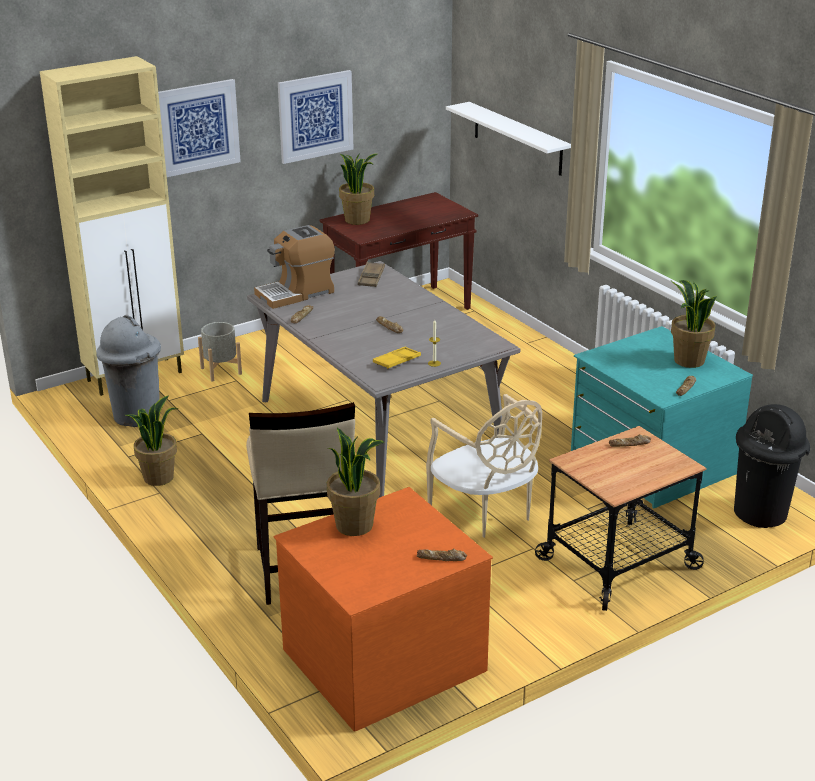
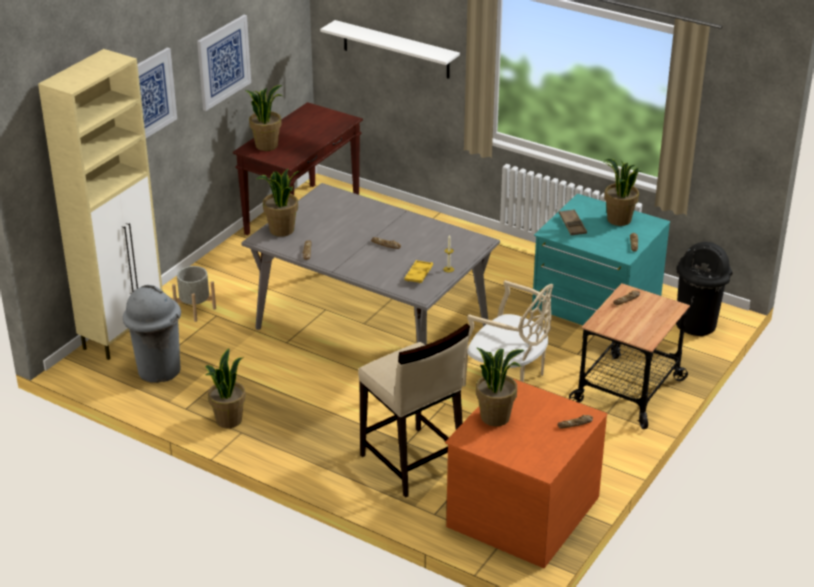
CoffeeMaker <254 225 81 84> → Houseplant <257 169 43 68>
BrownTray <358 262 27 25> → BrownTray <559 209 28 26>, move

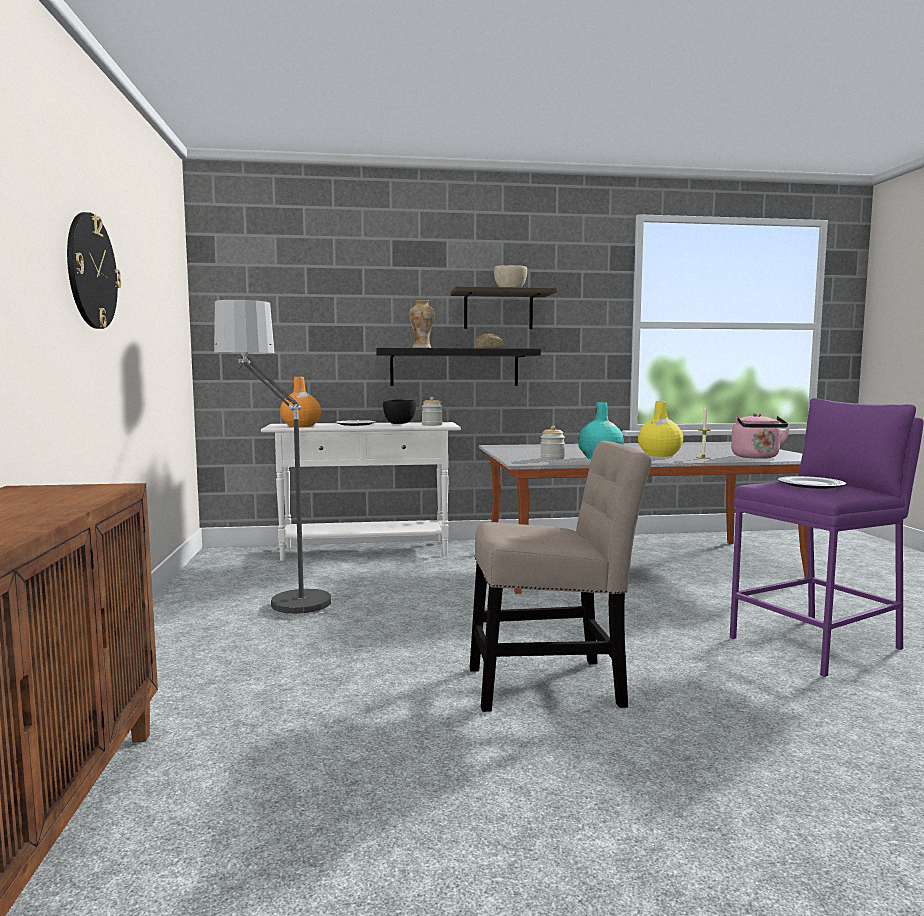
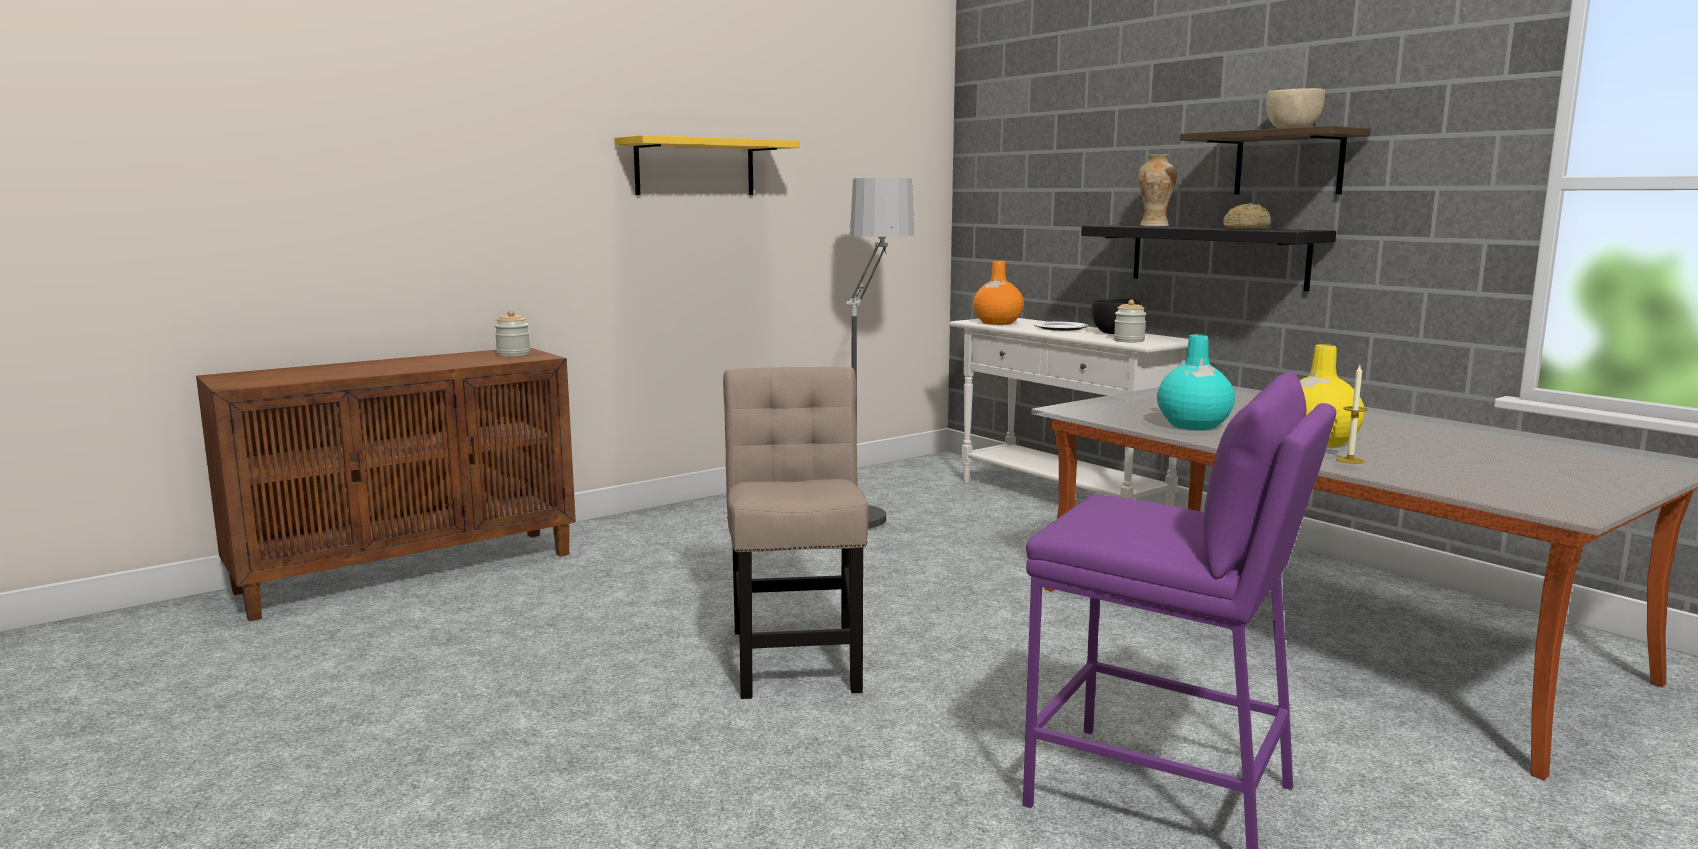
Jar <540 426 25 34> → Jar <495 310 35 47>, move
ClockOnTheWall <67 212 54 117> → YellowWallShelf <614 135 186 60>
BeigeChair <470 441 181 271> → BeigeChair <723 367 145 332>, 150 degrees counterclockwise
PinkishWaterKettle <731 413 59 46> → -
Plate <778 476 68 13> → -

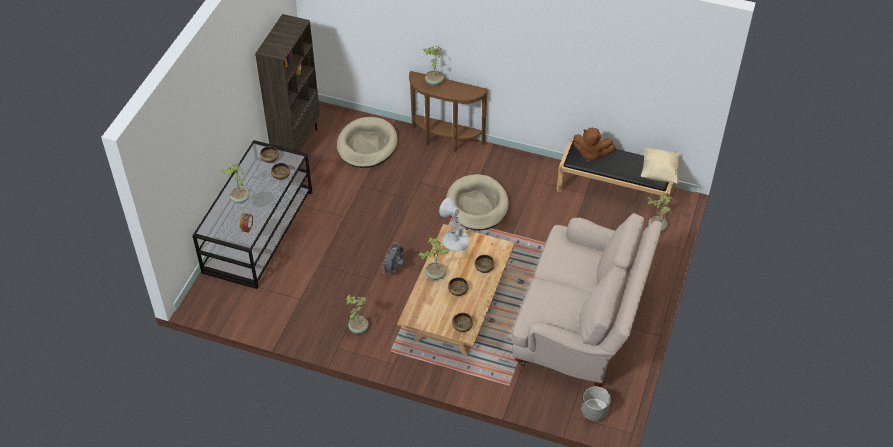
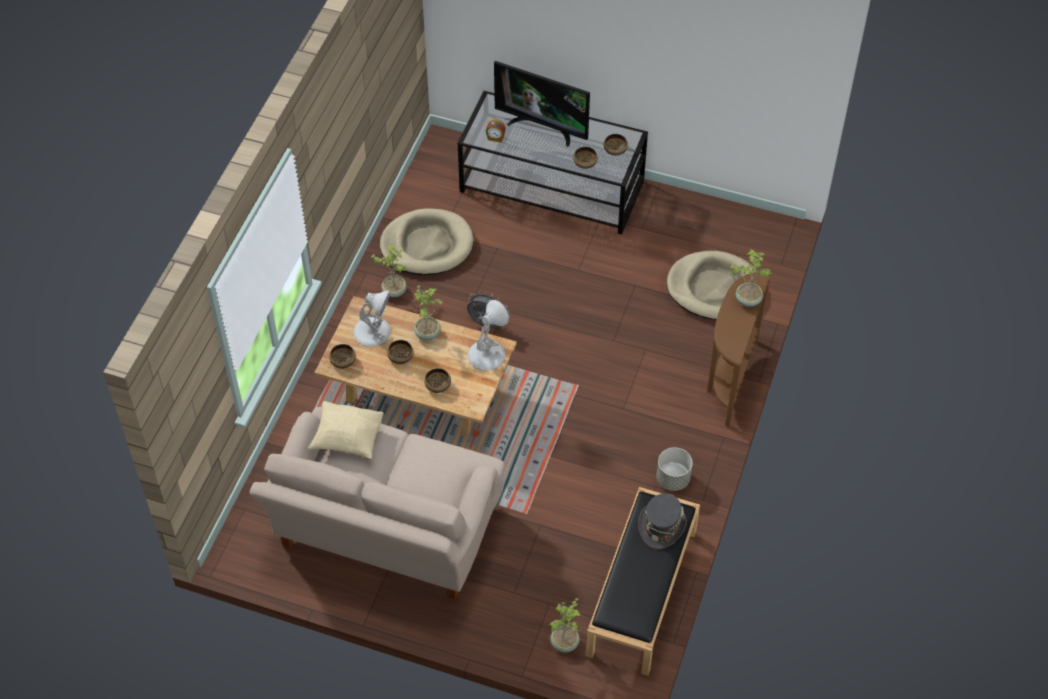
BeigeCushion <641 148 40 36> → BeigeCushion <308 401 76 58>, move
- → WhiteColouredTabletopLamp <353 291 38 56>
BeigeDogCushion <446 174 63 56> → BeigeDogCushion <380 208 94 67>, move
Houseplant <221 163 29 40> → Tv <494 61 96 85>
BrownSoftToy <573 128 43 34> → GreyishClothingHat <638 493 49 56>
GreyishPlantPot <582 387 29 34> → GreyishPlantPot <656 447 37 44>, move
BrownShelvingUnit <255 14 65 137> → -

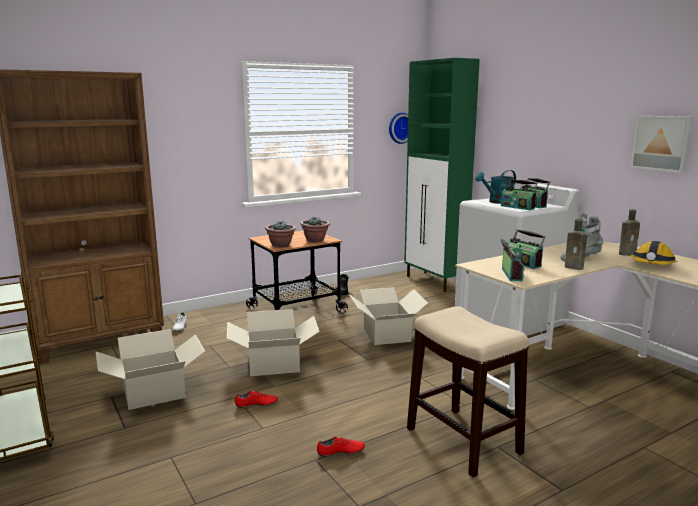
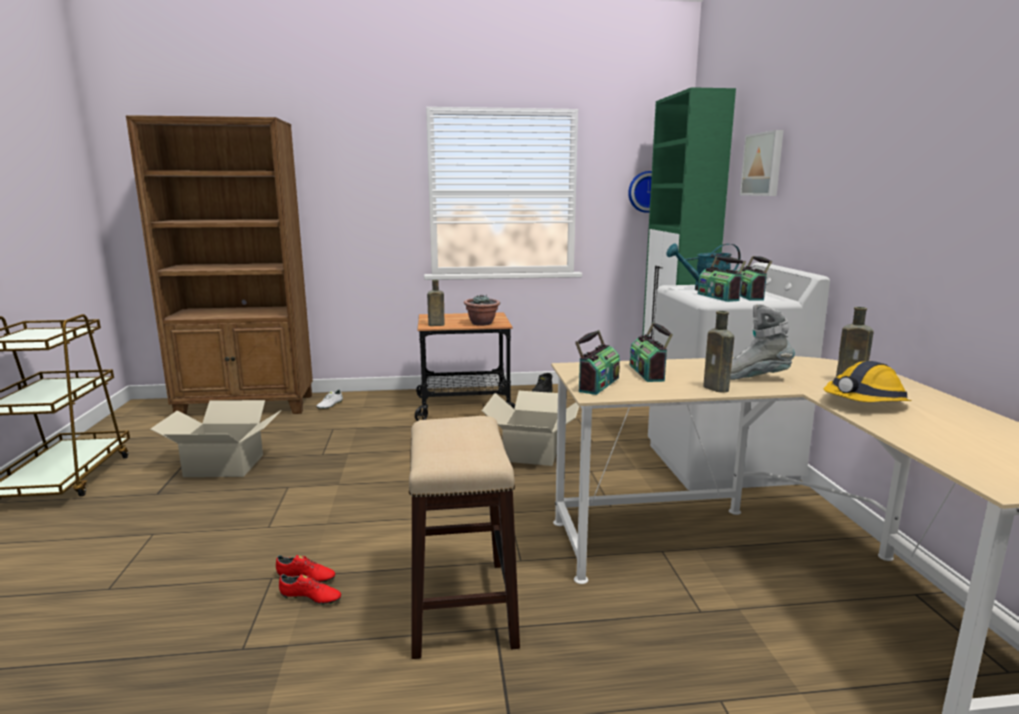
RedColouredItemOfFootwear <235 391 43 18> → RedColouredItemOfFootwear <279 574 62 32>, move
Houseplant <265 221 31 27> → BrownBeverageBottle <427 280 17 46>
Picture <630 116 63 57> → Picture <740 130 44 66>, move
Carton <227 309 93 67> → -

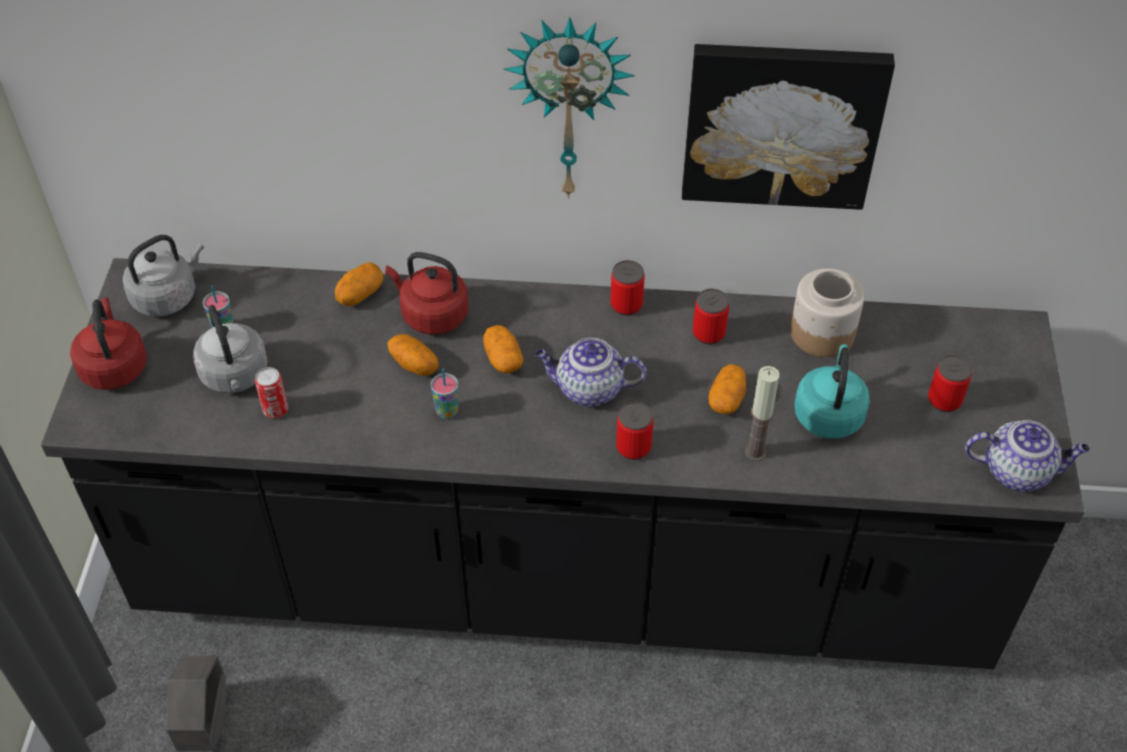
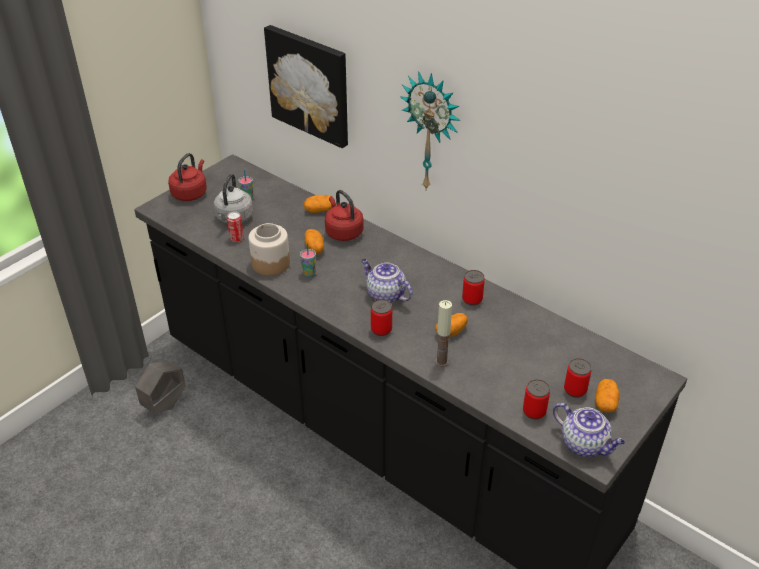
Jar <790 268 74 89> → Jar <249 223 41 53>, move
Picture <682 44 213 166> → Picture <264 25 84 123>, move
Can <610 260 35 56> → Can <523 379 27 41>, move
Spud <483 325 40 48> → Spud <595 379 25 33>, move
GreyishWaterKettle <123 235 81 82> → -
BlueGreenWaterKettle <794 344 76 95> → -

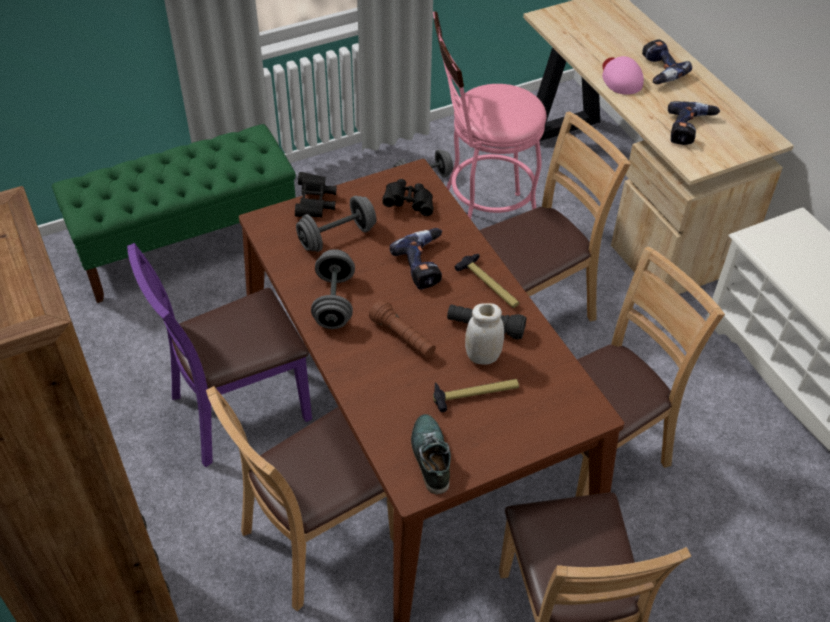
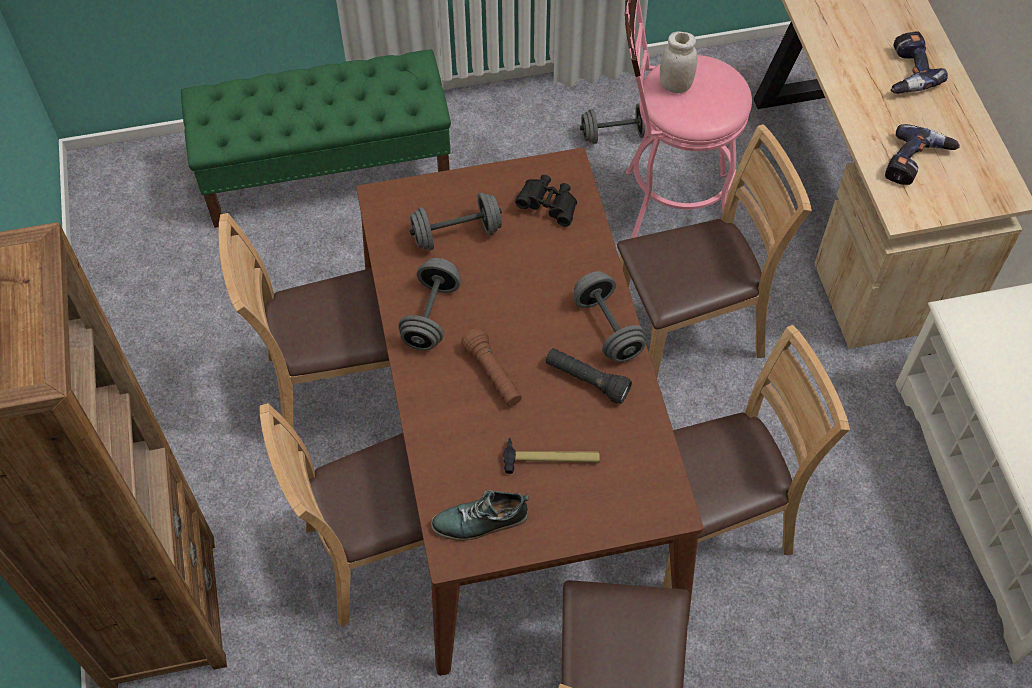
PurpleColouredChair <127 243 185 224> → BrownChair <219 213 171 216>
ItemOfFootwear <411 414 40 80> → ItemOfFootwear <431 490 98 51>, 105 degrees counterclockwise
Hammer <455 254 64 54> → GreyishHandWeight <574 271 72 91>
WhiteColouredJar <465 303 39 62> → WhiteColouredJar <660 31 37 62>, move
BlackishFieldGlasses <295 172 42 46> → -
ElectricDrill <390 228 52 62> → -
PinkishBaseballCap <602 56 42 39> → -

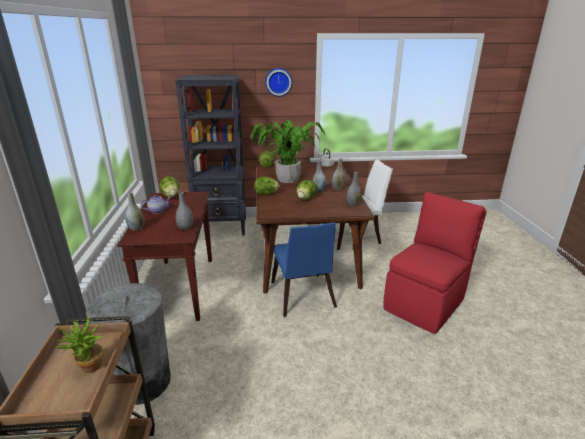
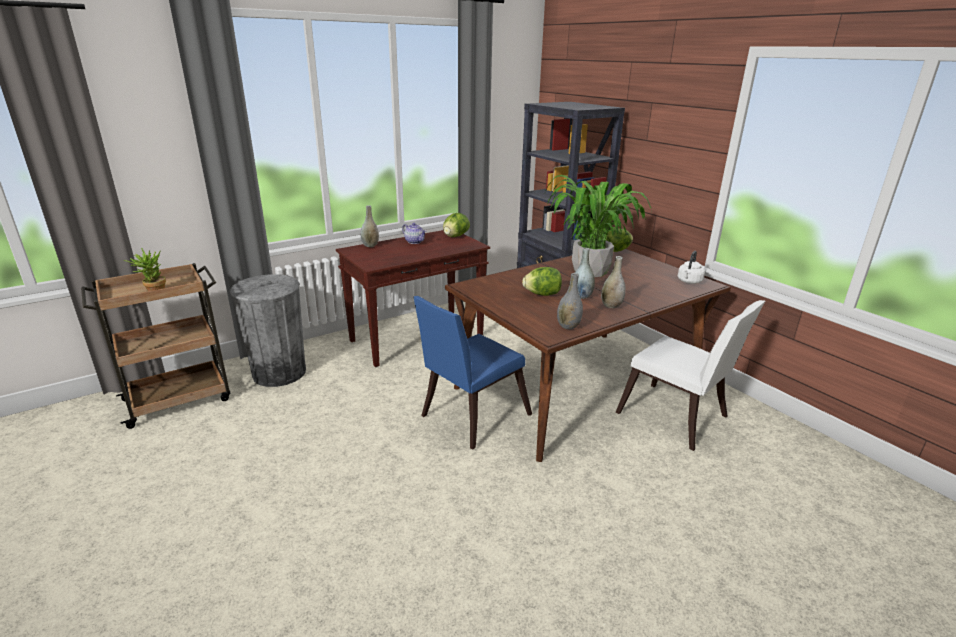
GreyishVase <175 192 18 38> → -
Lettuce <255 177 25 18> → -
ClockOnTheWall <265 68 28 29> → -
RedColouredChair <383 192 104 142> → -

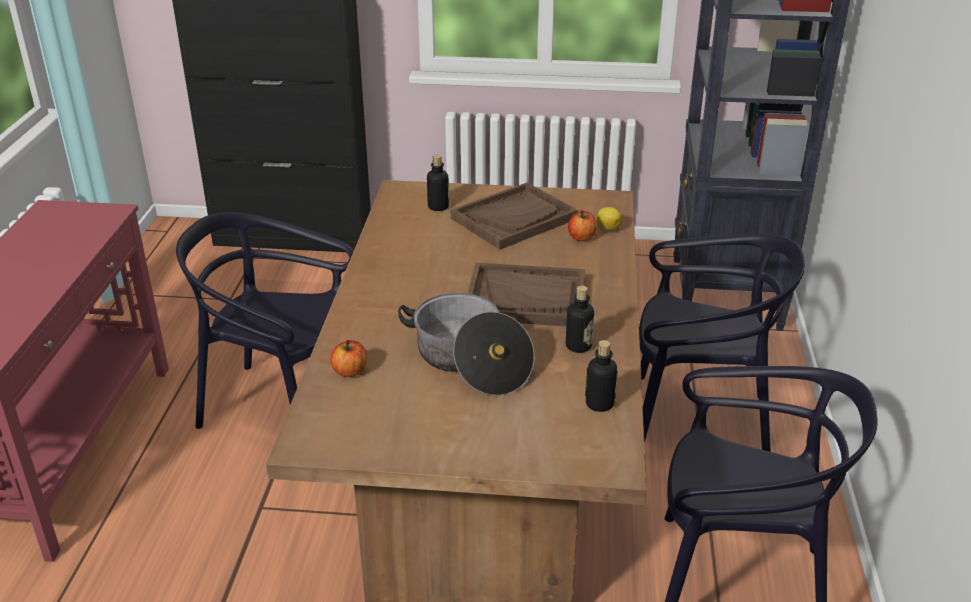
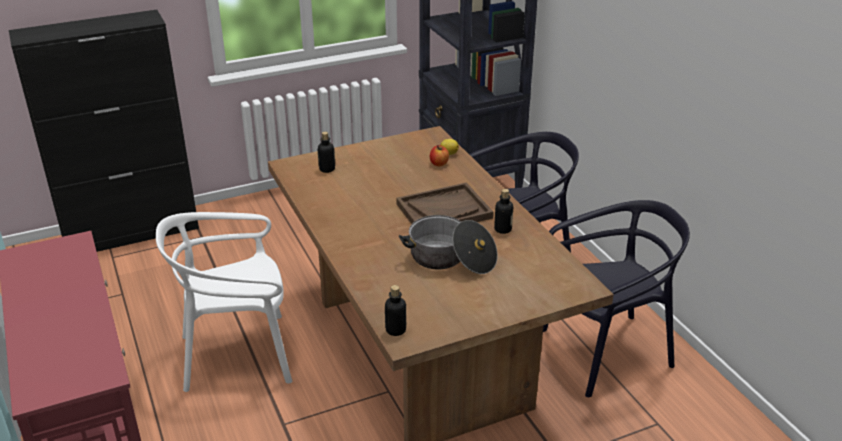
BlackishChair <176 212 178 217> → WhiteColouredChair <156 212 136 180>
BeverageBottle <585 340 33 72> → BeverageBottle <385 285 21 51>, move
WholeApple <331 340 36 37> → -
BrownTray <451 182 127 68> → -

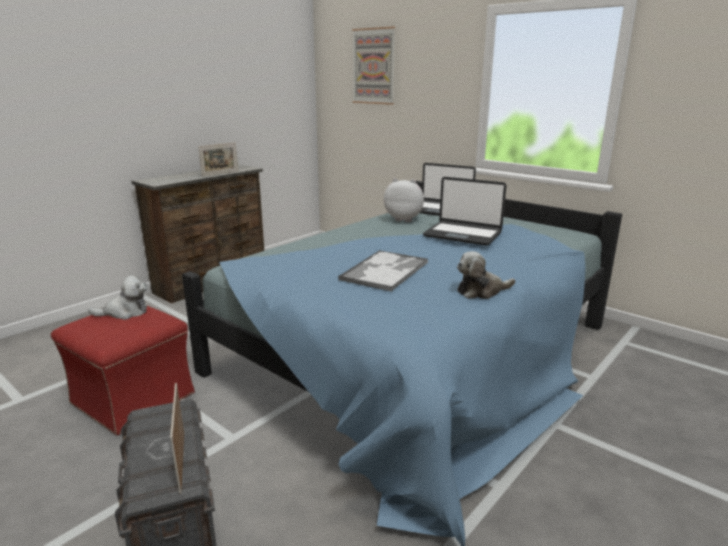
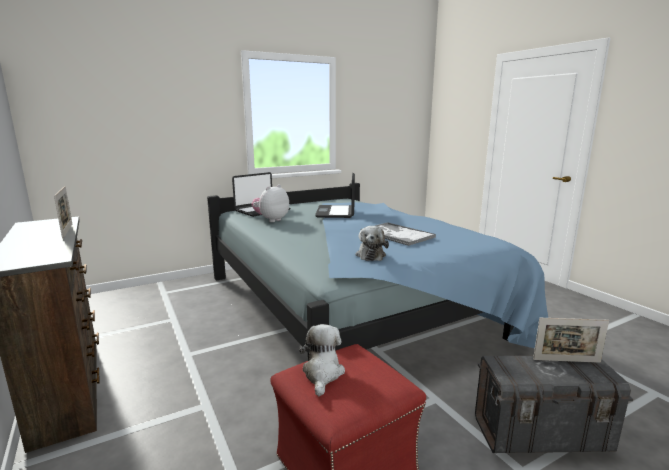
PortableComputer <423 177 83 69> → PortableComputer <315 173 40 45>, 135 degrees clockwise
SoftToy <457 251 58 48> → SoftToy <355 226 34 35>, move
Picture <352 27 43 78> → -

